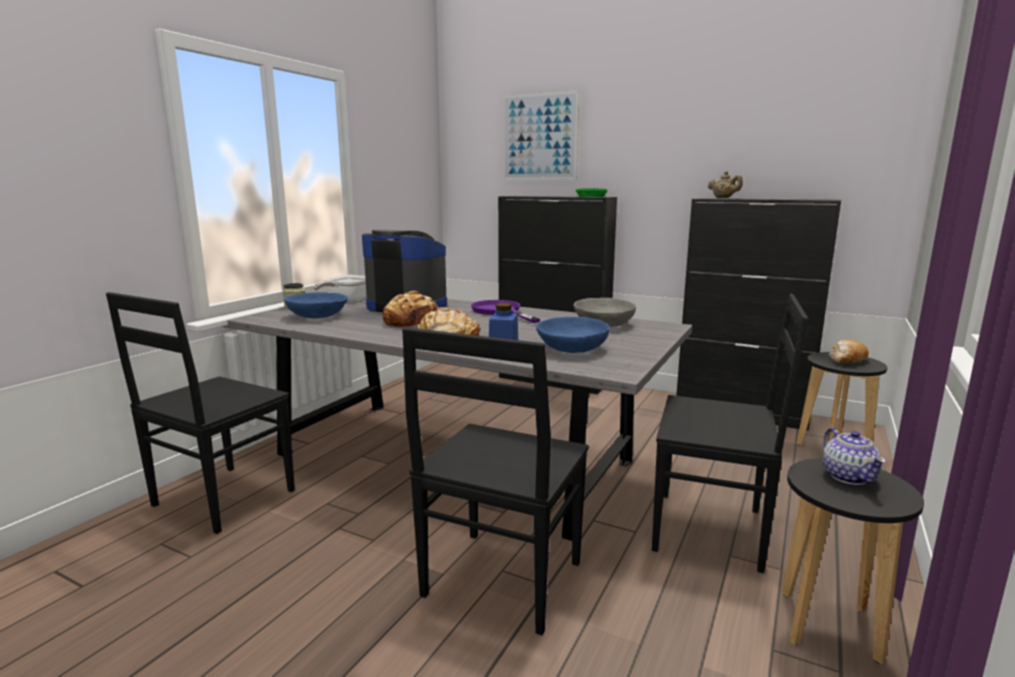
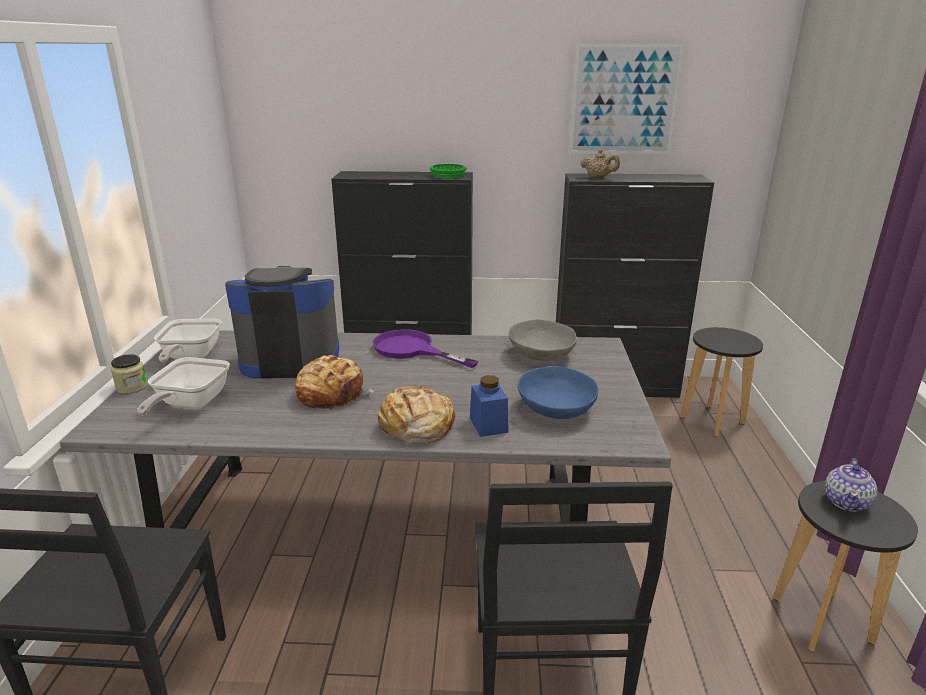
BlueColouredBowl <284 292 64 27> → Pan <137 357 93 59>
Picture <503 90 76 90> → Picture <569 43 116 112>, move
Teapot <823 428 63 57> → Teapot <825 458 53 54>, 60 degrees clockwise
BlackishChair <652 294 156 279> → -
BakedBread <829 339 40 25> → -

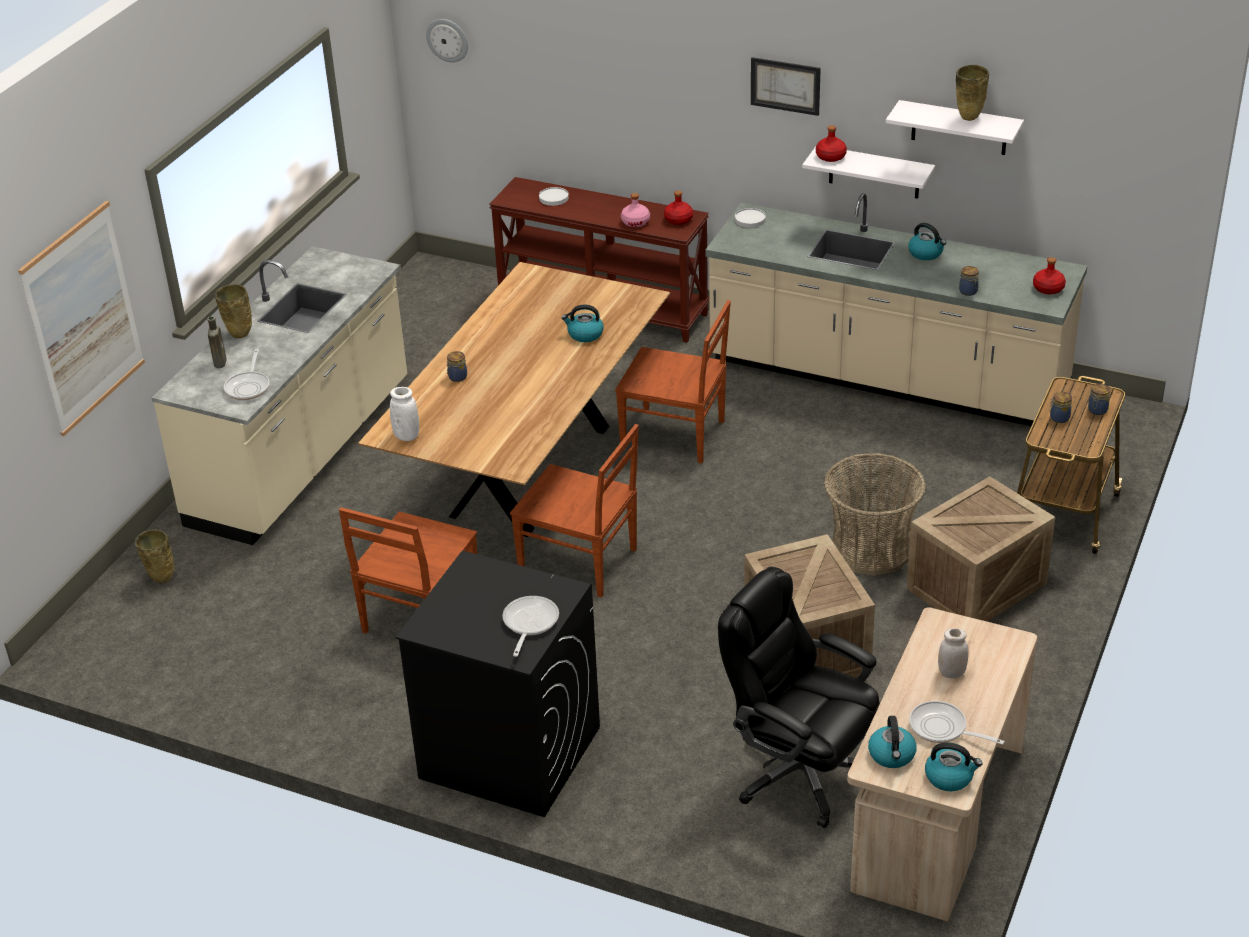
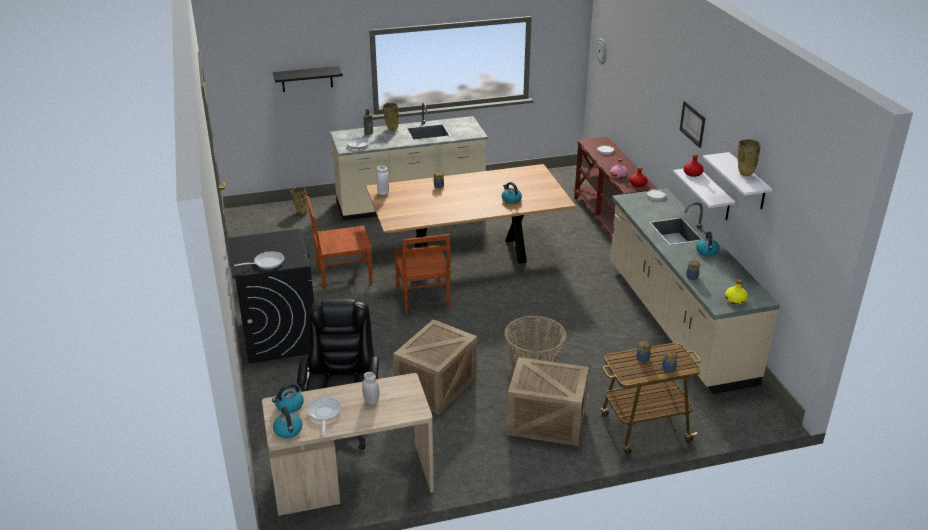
Picture <18 201 127 235> → BlackishWallShelf <273 66 70 26>
RedColouredBeverageBottle <1033 257 33 37> → YellowBeverageBottle <725 279 23 25>
BrownChair <615 300 116 163> → -

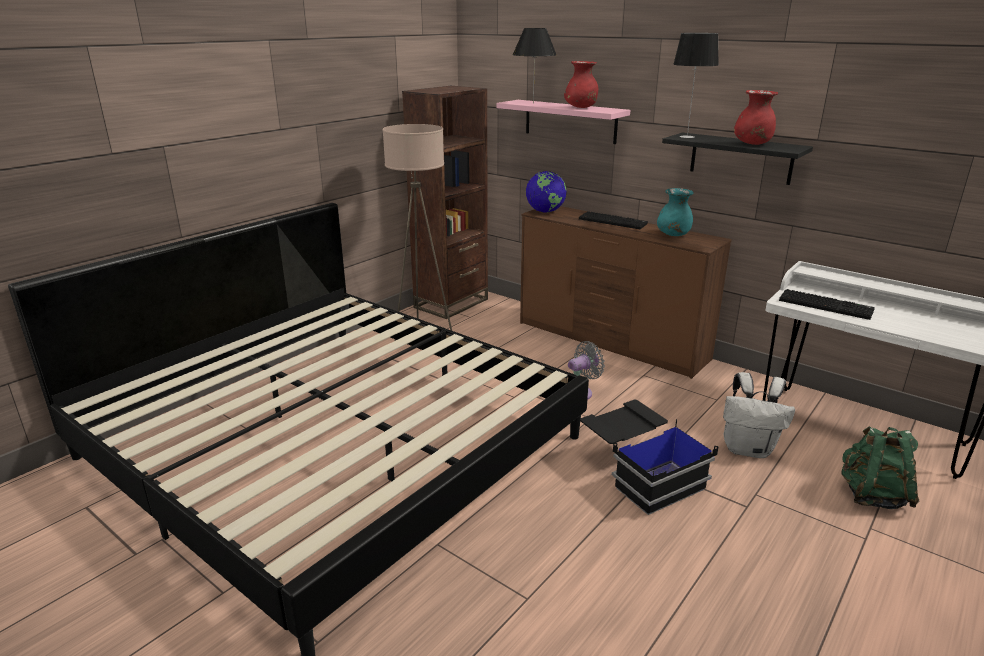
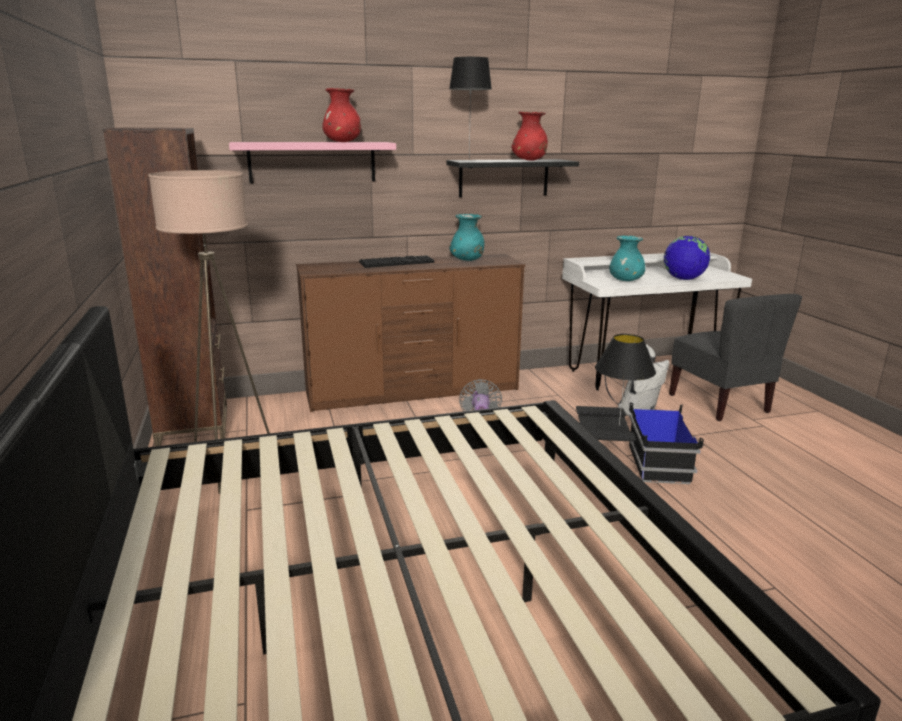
BlackishTabletopLamp <513 28 44 75> → BlackishTabletopLamp <595 334 61 92>, move
Keyboard <779 289 96 31> → BlueGreenVase <609 235 36 46>
DeskGlobe <526 171 41 42> → DeskGlobe <664 236 46 44>, move
GreenBackpack <842 426 77 83> → GreyishChair <669 294 133 127>

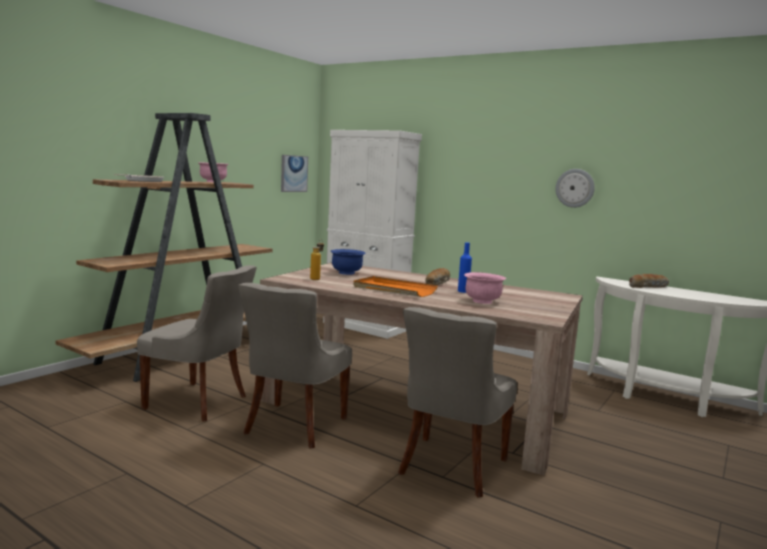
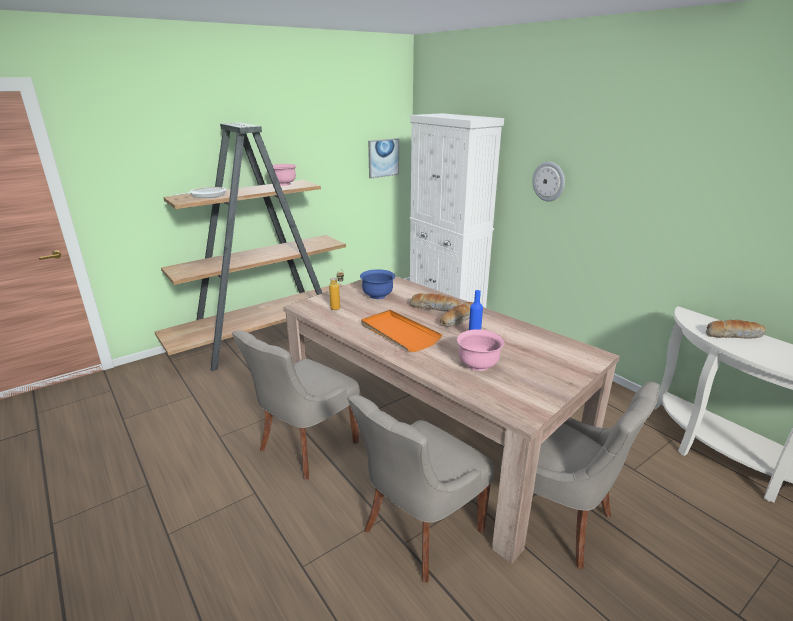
- → BakedBread <410 293 50 18>
GreyishChair <137 265 120 157> → GreyishChair <500 382 160 187>, move
ClockOnTheWall <556 169 39 39> → ClockOnTheWall <532 162 33 39>, move

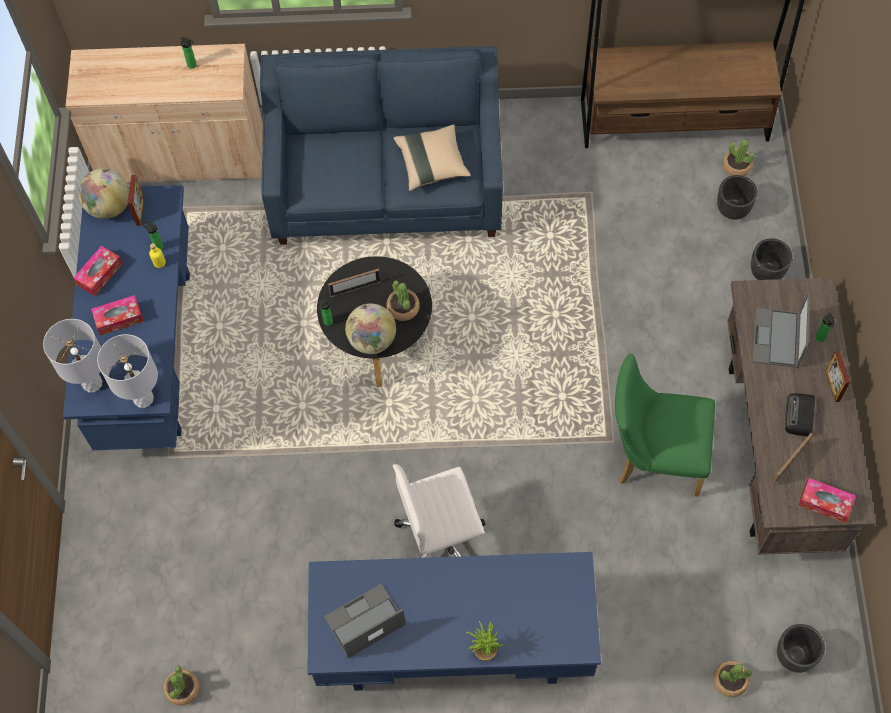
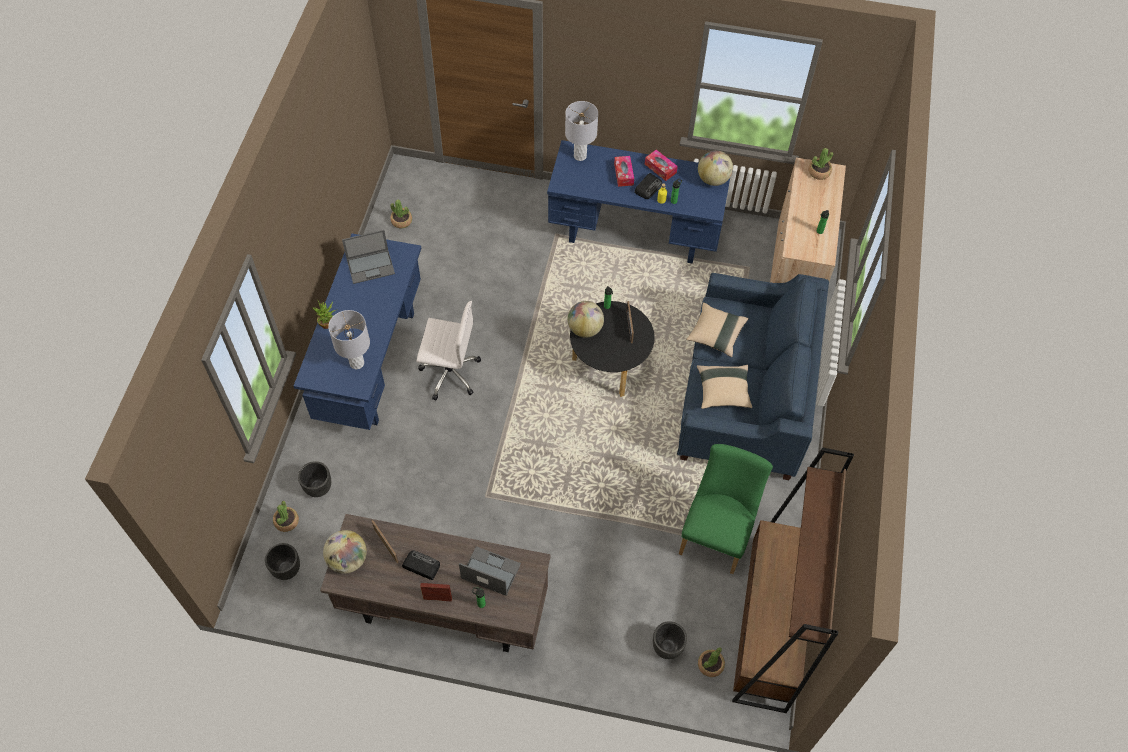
BlackishPlantPot <751 238 42 42> → BlackishPlantPot <298 461 33 36>, move
TissueBox <798 478 58 45> → DeskGlobe <323 530 44 44>
GreyishTabletopLamp <97 334 61 74> → GreyishTabletopLamp <328 310 42 59>, move
PortableComputer <324 583 82 75> → PortableComputer <342 230 53 54>, 90 degrees clockwise
WhiteColouredDeskChair <393 464 92 94> → WhiteColouredDeskChair <416 301 65 100>, 105 degrees clockwise
- → RadioReceiver <634 173 28 26>
GreenChair <615 354 100 143> → GreenChair <679 444 94 130>, move
- → BeigeCushion <686 303 63 54>
Houseplant <387 280 33 41> → Houseplant <808 148 25 32>, move
PictureFrame <127 175 17 50> → -

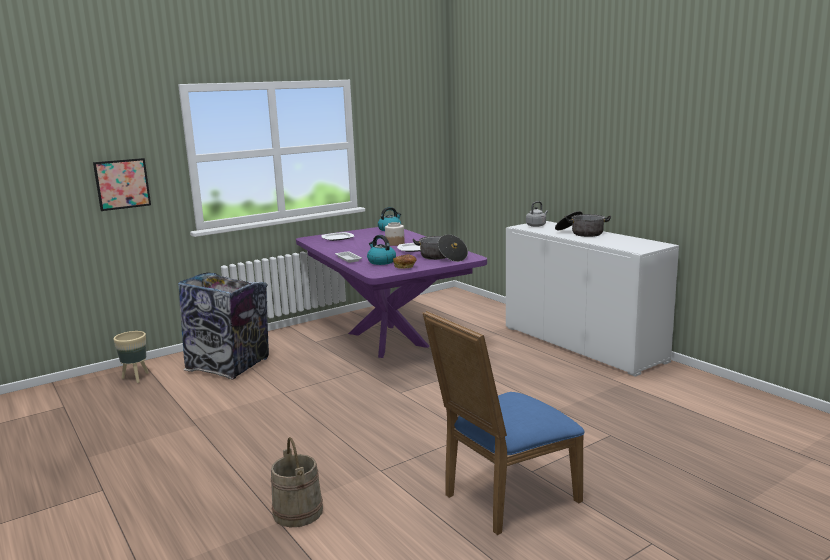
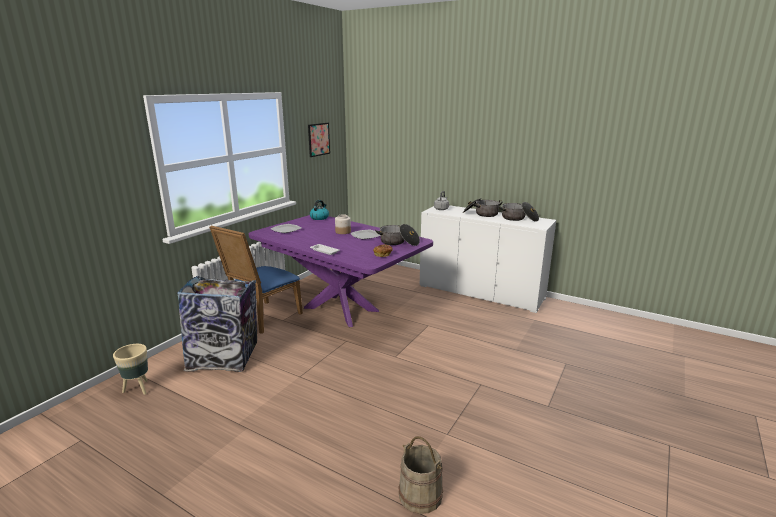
BlueColouredChair <423 311 162 224> → BlueColouredChair <209 226 94 108>, move
Picture <93 158 58 53> → Picture <308 123 22 34>, move
- → Stockpot <499 202 40 20>
WaterKettle <367 235 29 30> → -

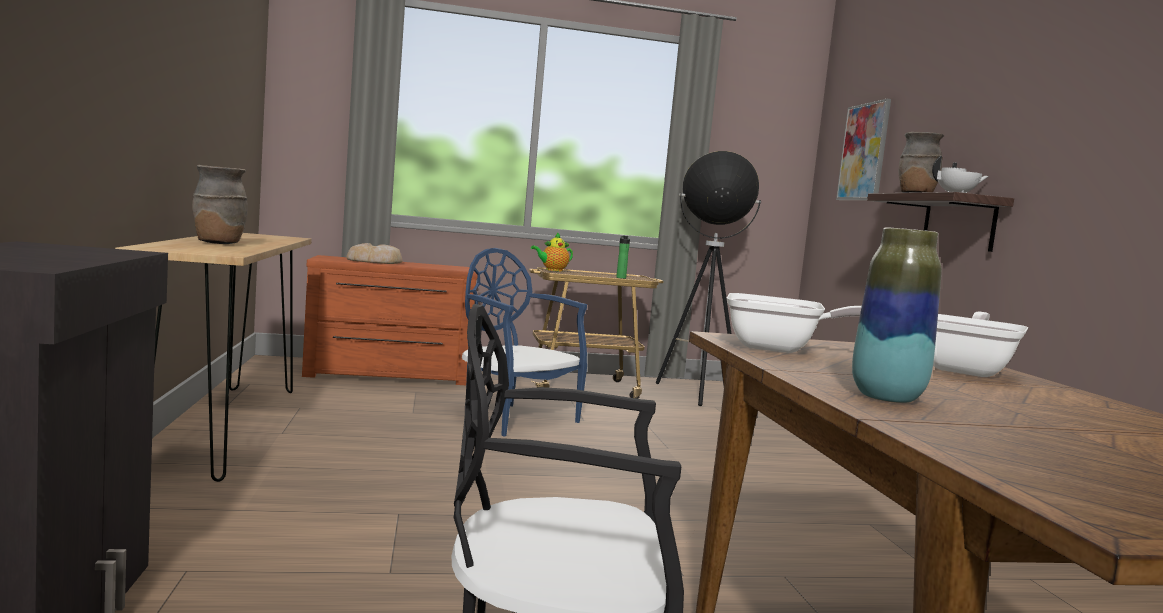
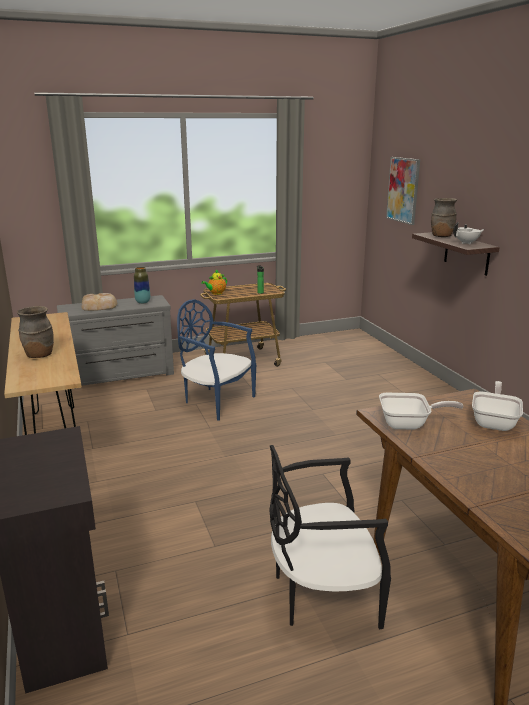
BrownDrawerChest <302 255 176 130> → GreyishDrawerChest <57 295 117 94>
Vase <852 227 90 176> → Vase <134 267 16 37>, move
FloorLamp <656 151 105 255> → -

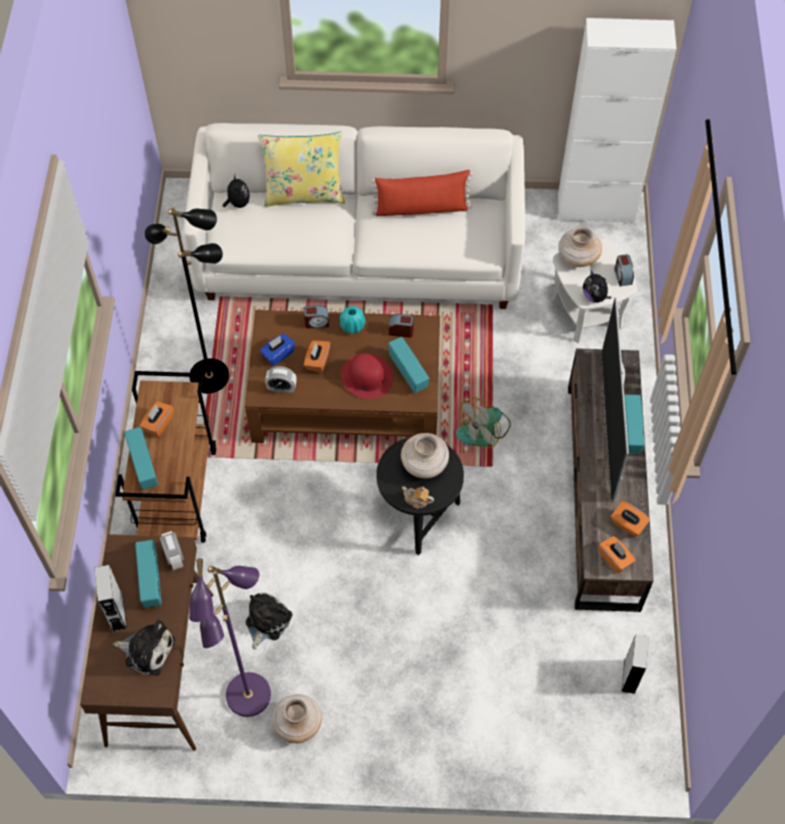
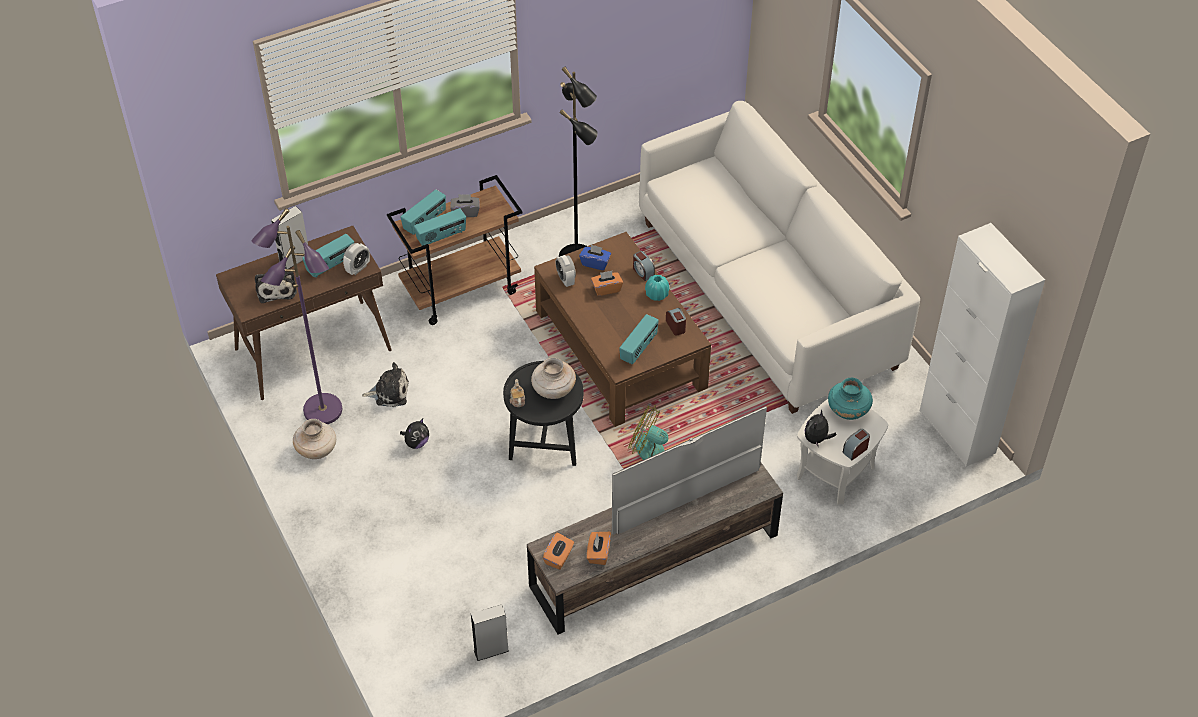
SoftToy <223 175 27 33> → SoftToy <400 418 29 31>, move
RadioReceiver <624 395 21 58> → RadioReceiver <414 208 52 38>, move
OrangeyTissueBox <140 401 34 36> → GreyishTissueBox <450 194 30 23>
BeigeVase <558 226 44 41> → BlueGreenVase <828 378 45 42>
YellowCushion <258 132 87 75> → -
RedColouredClothingHat <341 353 52 46> → -
RedColouredCushion <371 170 102 46> → -

